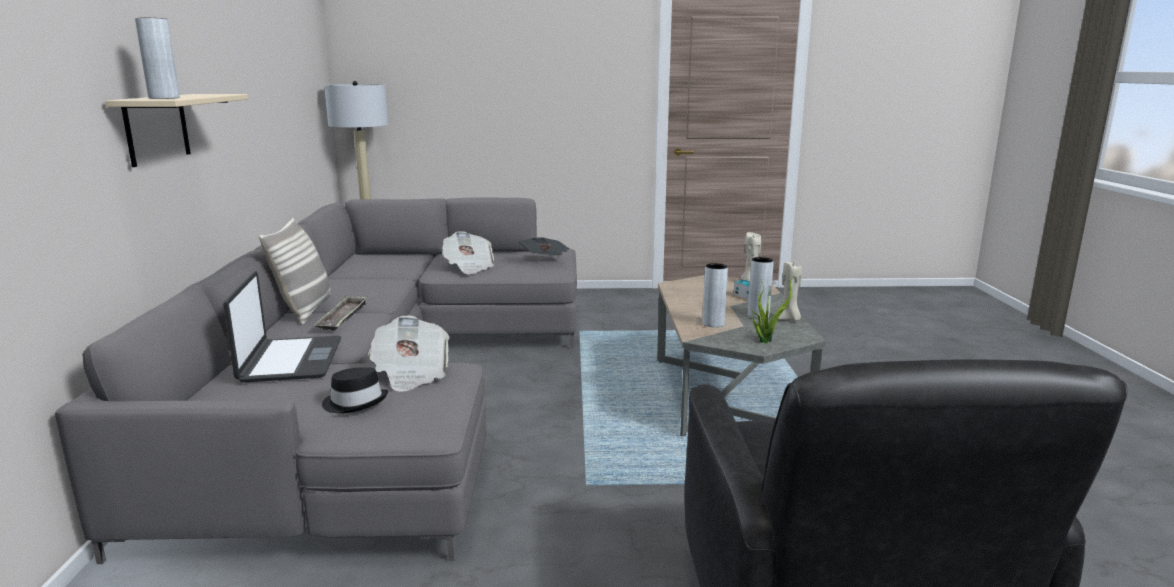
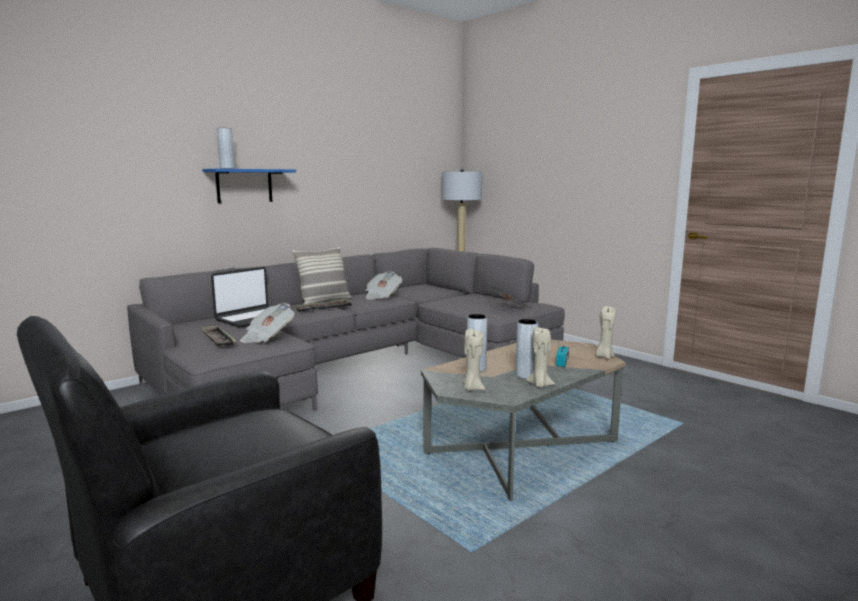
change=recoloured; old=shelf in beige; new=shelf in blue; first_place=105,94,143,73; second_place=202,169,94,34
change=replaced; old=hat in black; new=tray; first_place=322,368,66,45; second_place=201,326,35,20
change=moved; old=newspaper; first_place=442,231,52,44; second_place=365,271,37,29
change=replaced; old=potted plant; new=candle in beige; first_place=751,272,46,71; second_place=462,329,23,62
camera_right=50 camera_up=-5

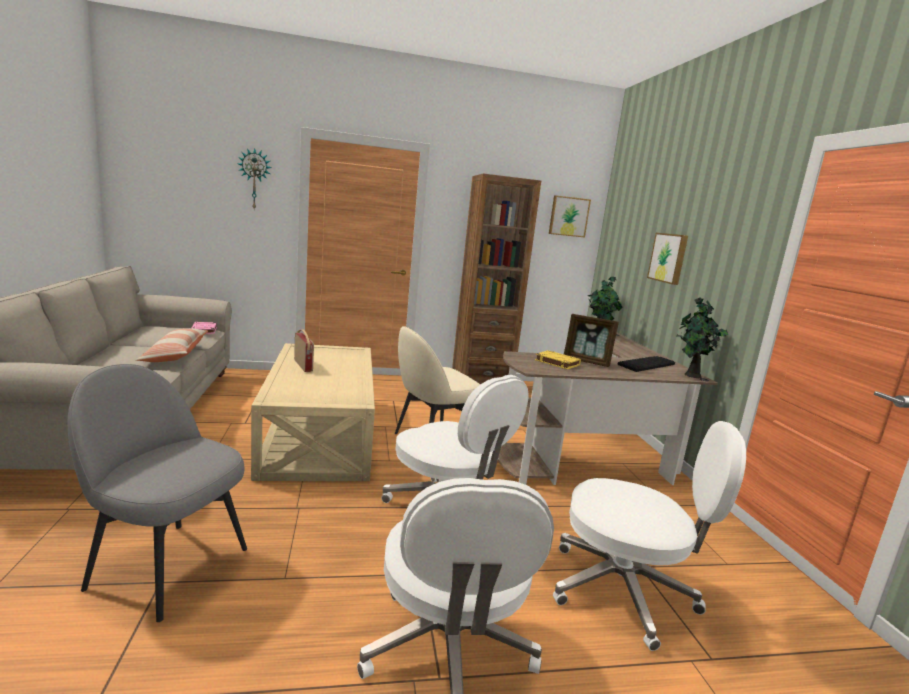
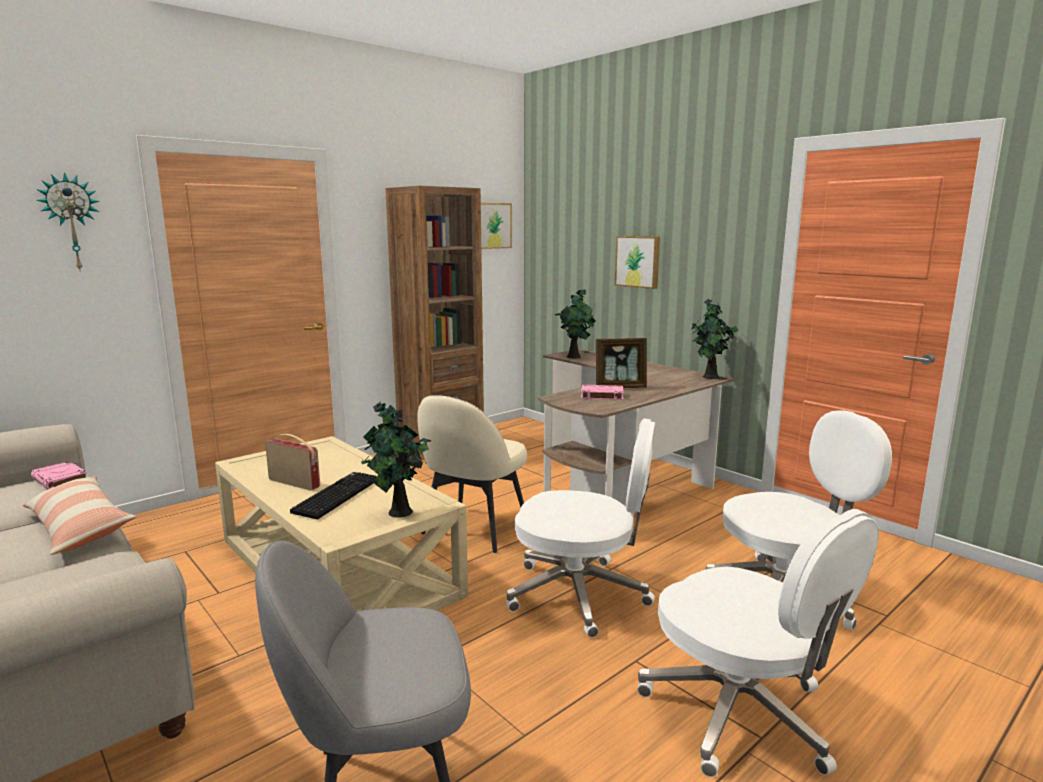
change=recoloured; old=book in yellow; new=book in pink; first_place=535,350,46,19; second_place=581,384,42,16
change=moved; old=keyboard; first_place=617,356,58,16; second_place=290,472,87,48
change=added; new=potted plant; second_place=361,401,70,117
camera_right=-30 camera_up=0

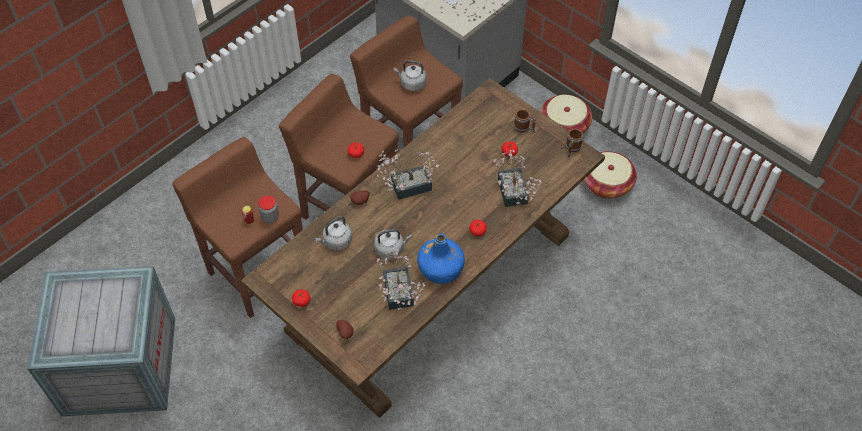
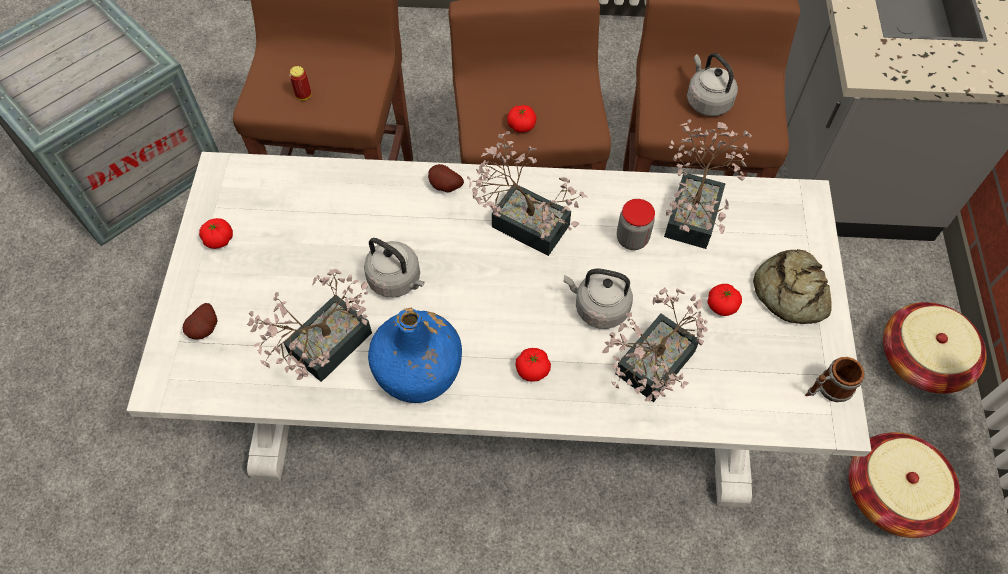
change=recoloured; old=dining table in brown; new=dining table in white; first_place=241,78,364,340; second_place=127,152,745,356
change=moved; old=jar; first_place=258,196,21,27; second_place=617,199,38,51
change=moved; old=kettle in grey; first_place=315,216,37,35; second_place=564,268,69,61
change=replaced; old=mug; new=bread; first_place=513,109,23,24; second_place=753,249,79,75
change=added; new=potted plant; second_place=664,119,88,130
camera_right=50 camera_up=5

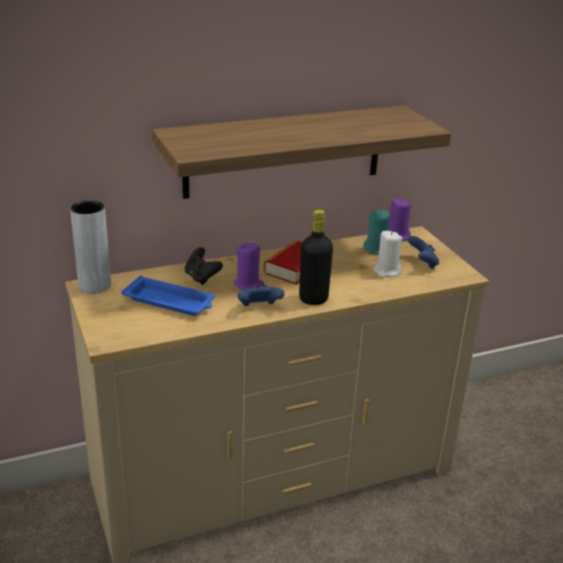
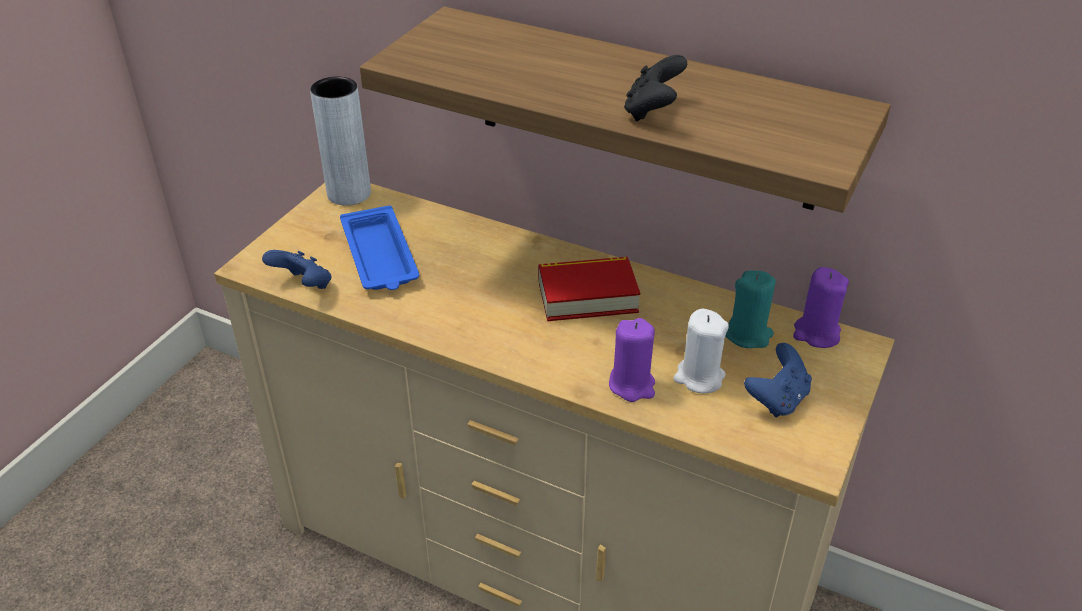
change=moved; old=game controller in black; first_place=185,247,38,38; second_place=624,55,63,67
change=moved; old=candle in purple; first_place=234,243,30,47; second_place=609,318,46,84
change=moved; old=game controller in blue; first_place=238,284,47,22; second_place=262,250,69,39
change=removed; old=bottle in black; first_place=299,210,34,95
camera_right=50 camera_up=10

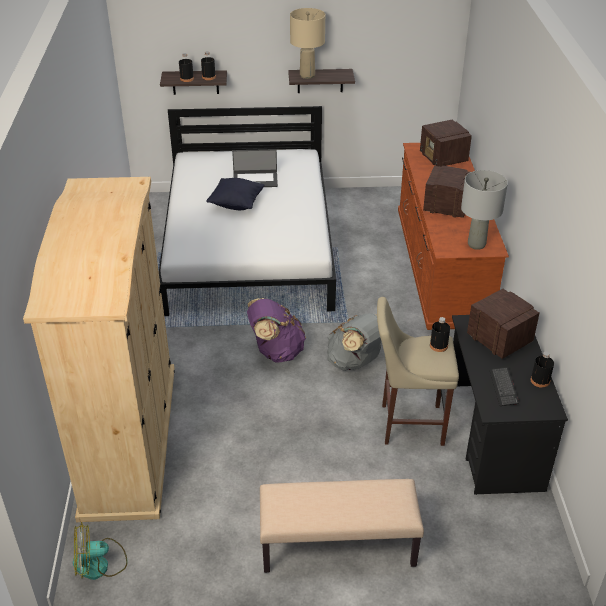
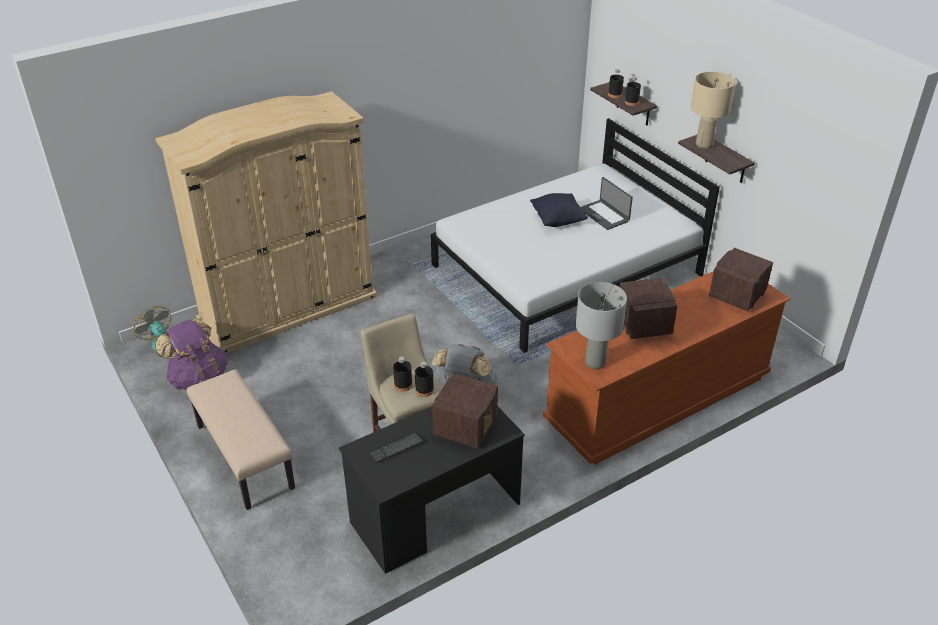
change=moved; old=backpack in purple; first_place=247,298,59,65; second_place=156,319,71,71
change=moved; old=bottle in black; first_place=531,352,23,36; second_place=393,356,20,36
camera_right=60 camera_up=0

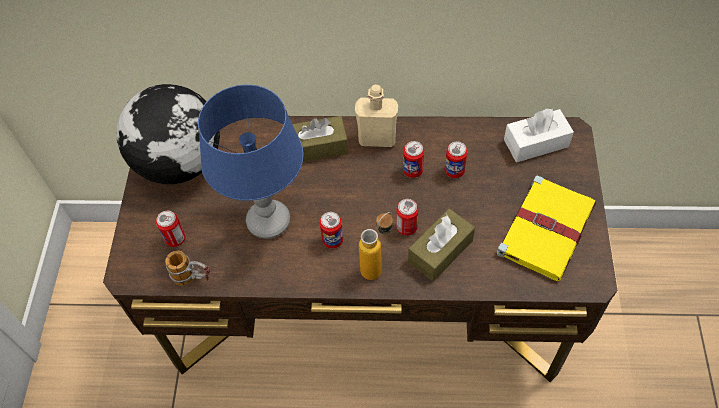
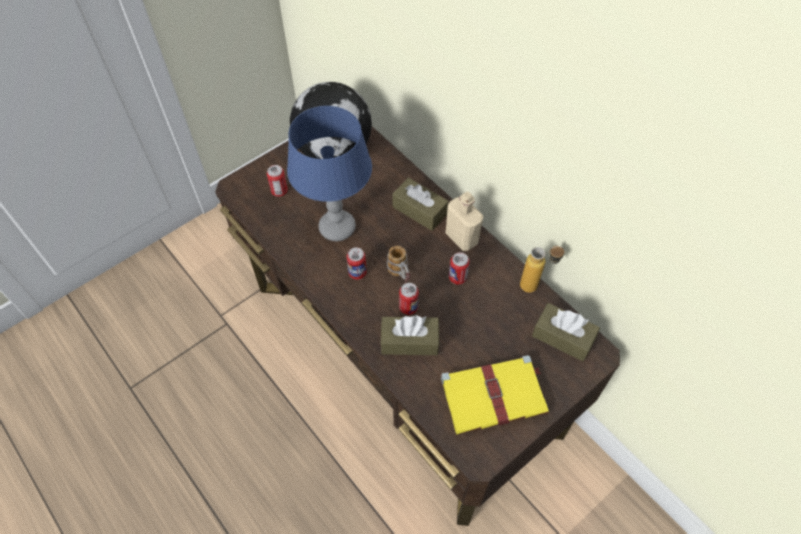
change=moved; old=mug; first_place=165,251,45,35; second_place=387,246,24,37
change=moved; old=bottle; first_place=359,212,34,68; second_place=520,246,46,47
change=removed; old=can; first_place=445,141,22,37
change=recoloured; old=tissue box in white; new=tissue box in brown; first_place=504,109,70,53; second_place=532,303,68,58
camera_right=45 camera_up=0

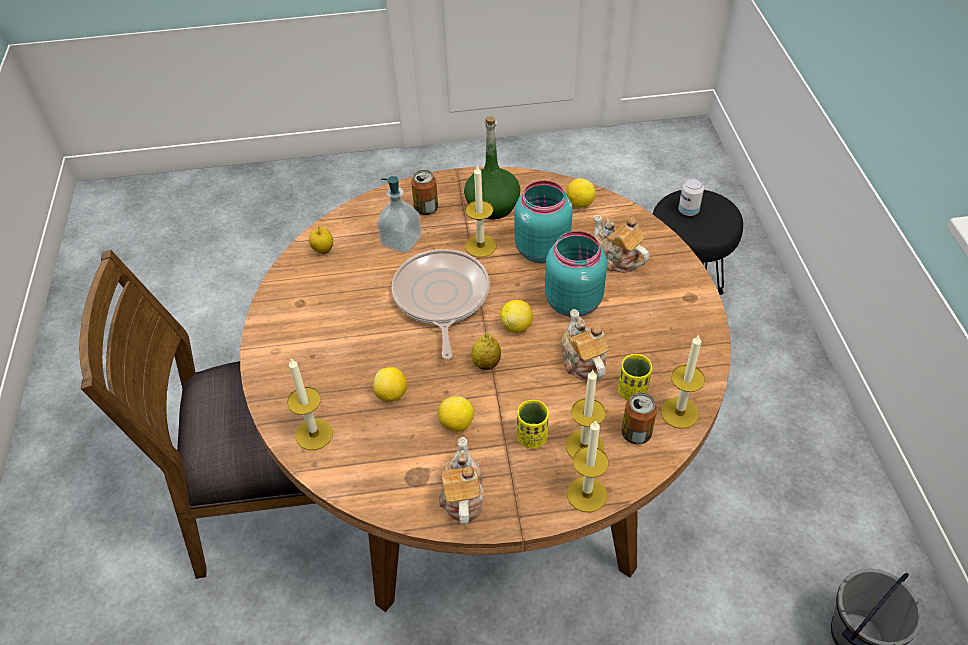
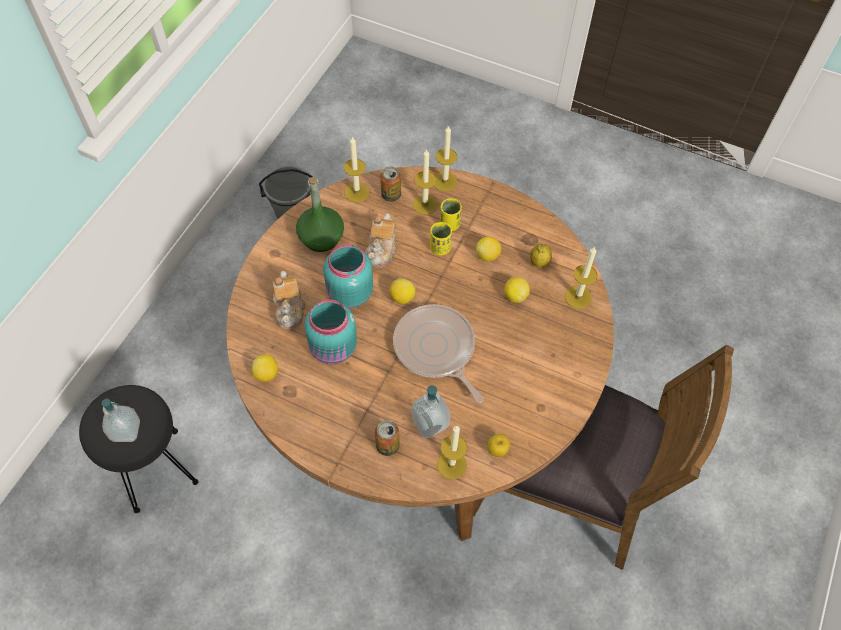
change=turned; old=frying pan; first_place=392,249,97,110; second_place=393,304,91,99; degrees=120
change=removed; old=teapot; first_place=439,437,44,88
change=moved; old=bottle in green; first_place=464,116,56,103; second_place=296,177,48,75
change=moved; old=candle; first_place=465,165,32,92; second_place=437,426,30,53
change=moved; old=lemon; first_place=472,333,29,37; second_place=530,244,22,23
change=moved; old=cup in yellow; first_place=618,354,34,46; second_place=430,222,22,33
change=replaced; old=can; new=soap dispenser; first_place=678,178,26,38; second_place=101,399,39,43
camera_right=-150 camera_up=10

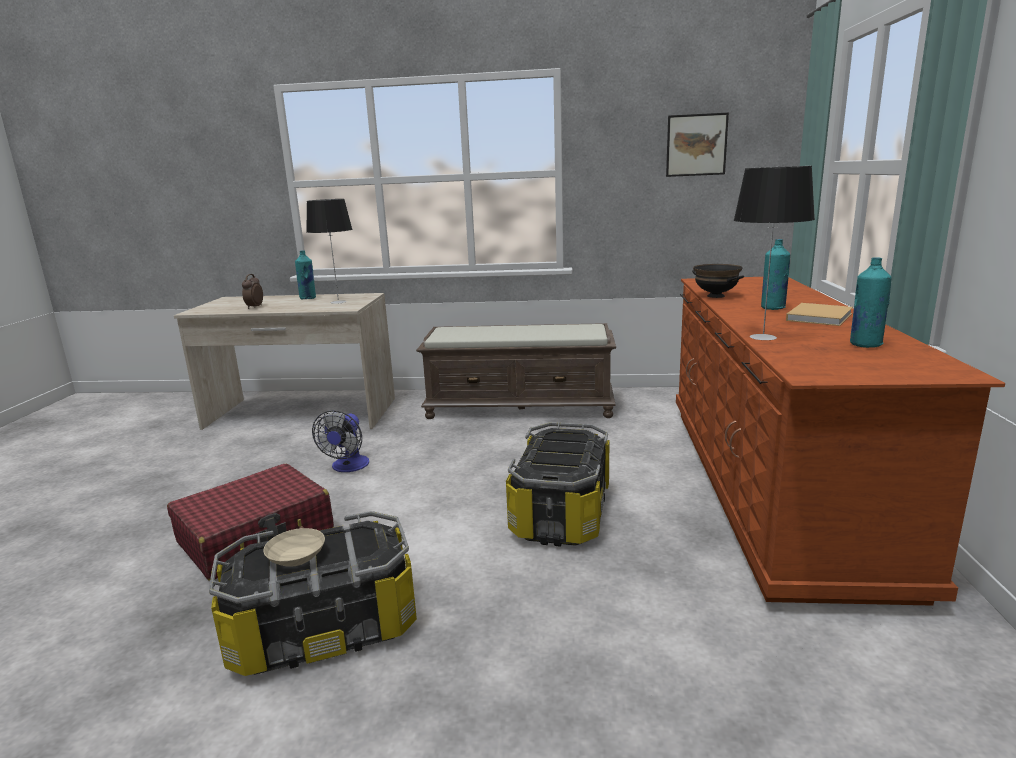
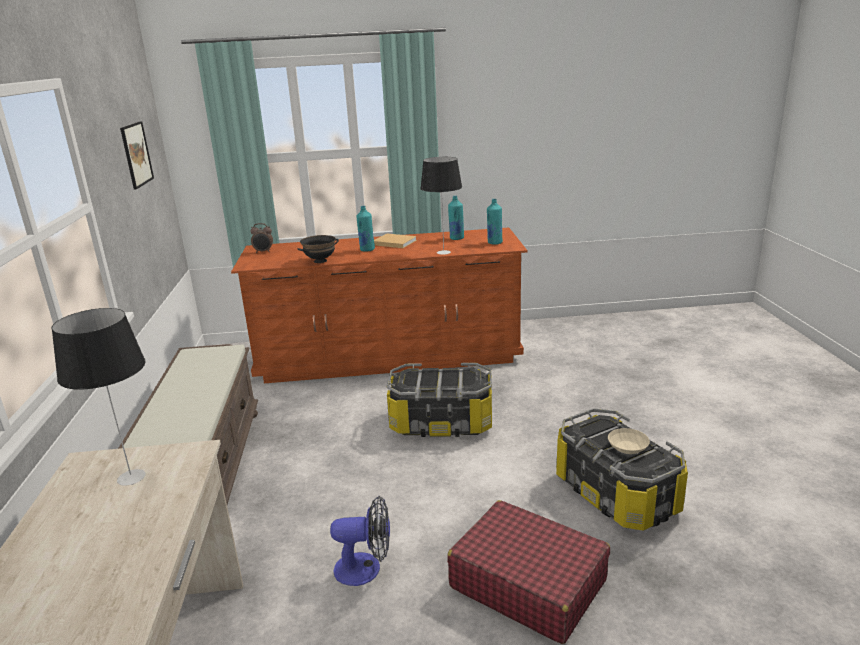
change=moved; old=alarm clock; first_place=242,274,21,35; second_place=250,223,23,30
change=moved; old=bottle in turquoise; first_place=295,250,21,49; second_place=487,199,16,46
camera_right=-100 camera_up=5

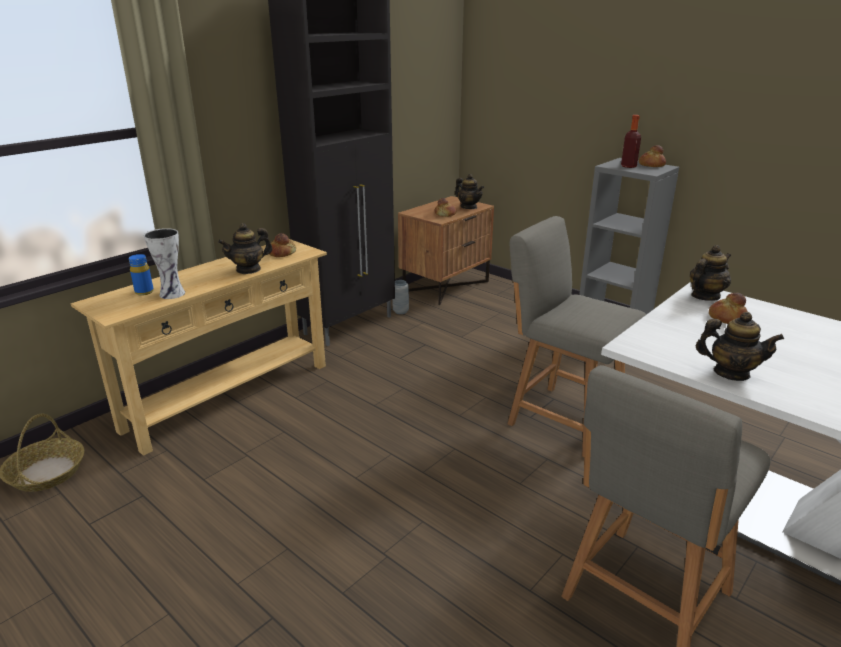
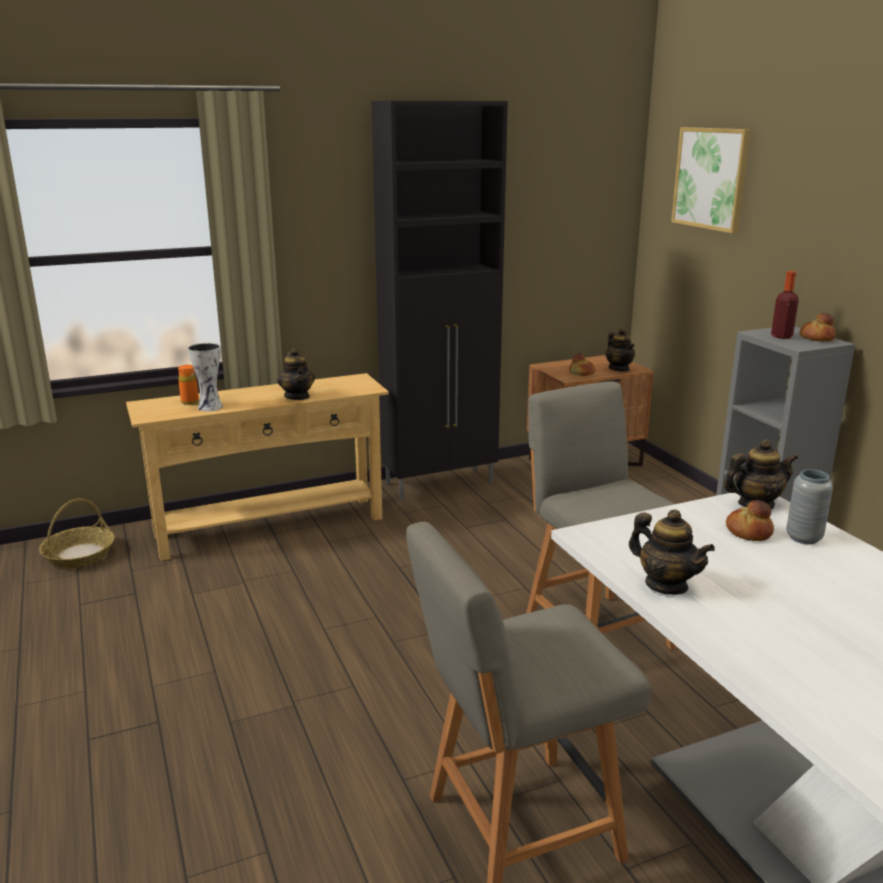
change=recoloured; old=bottle in blue; new=bottle in orange; first_place=129,254,25,42; second_place=178,365,21,40
change=turned; old=teapot; first_place=218,223,55,51; second_place=277,348,38,52; degrees=-105
change=removed; old=bread; first_place=270,233,26,24
change=moved; old=vase in grey; first_place=392,280,17,34; second_place=786,469,47,75
change=added; new=picture; second_place=671,127,80,106
camera_right=25 camera_up=-5

